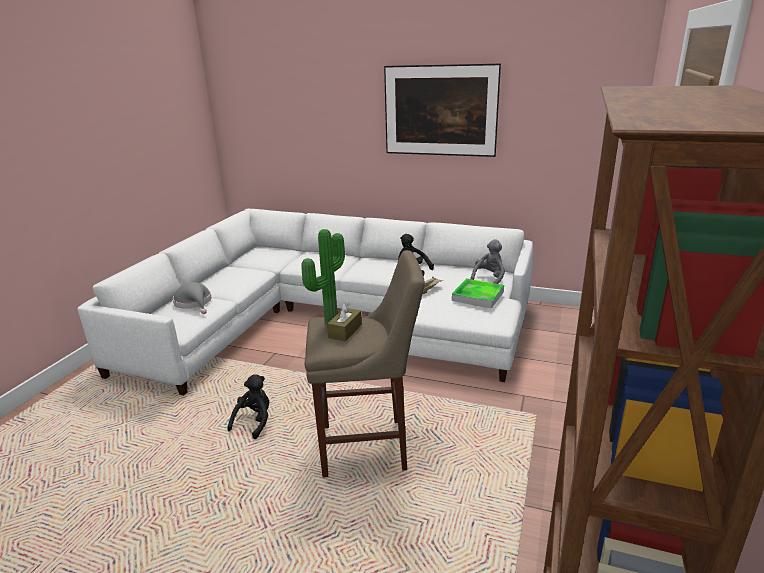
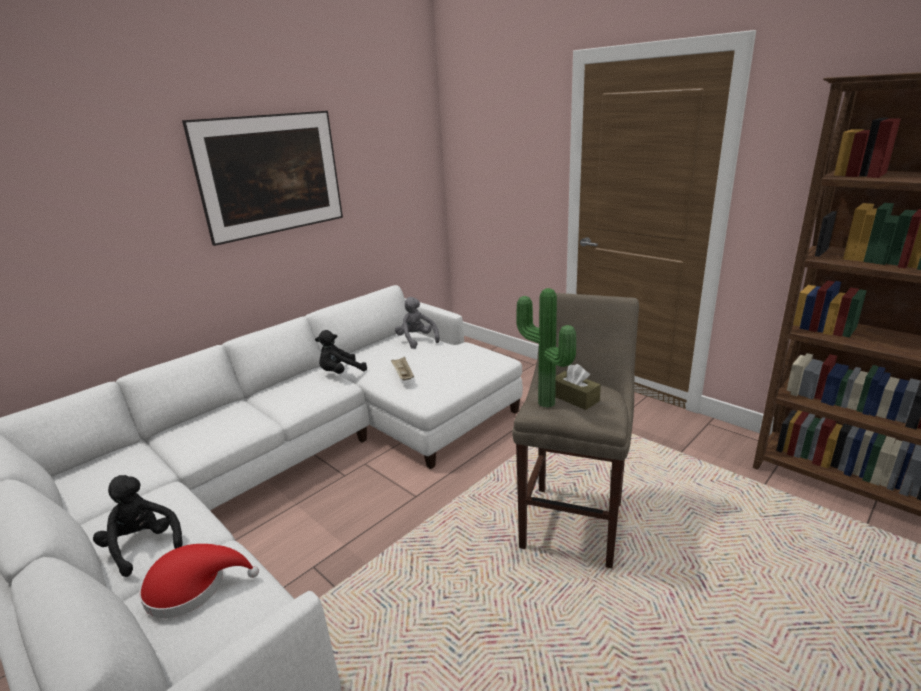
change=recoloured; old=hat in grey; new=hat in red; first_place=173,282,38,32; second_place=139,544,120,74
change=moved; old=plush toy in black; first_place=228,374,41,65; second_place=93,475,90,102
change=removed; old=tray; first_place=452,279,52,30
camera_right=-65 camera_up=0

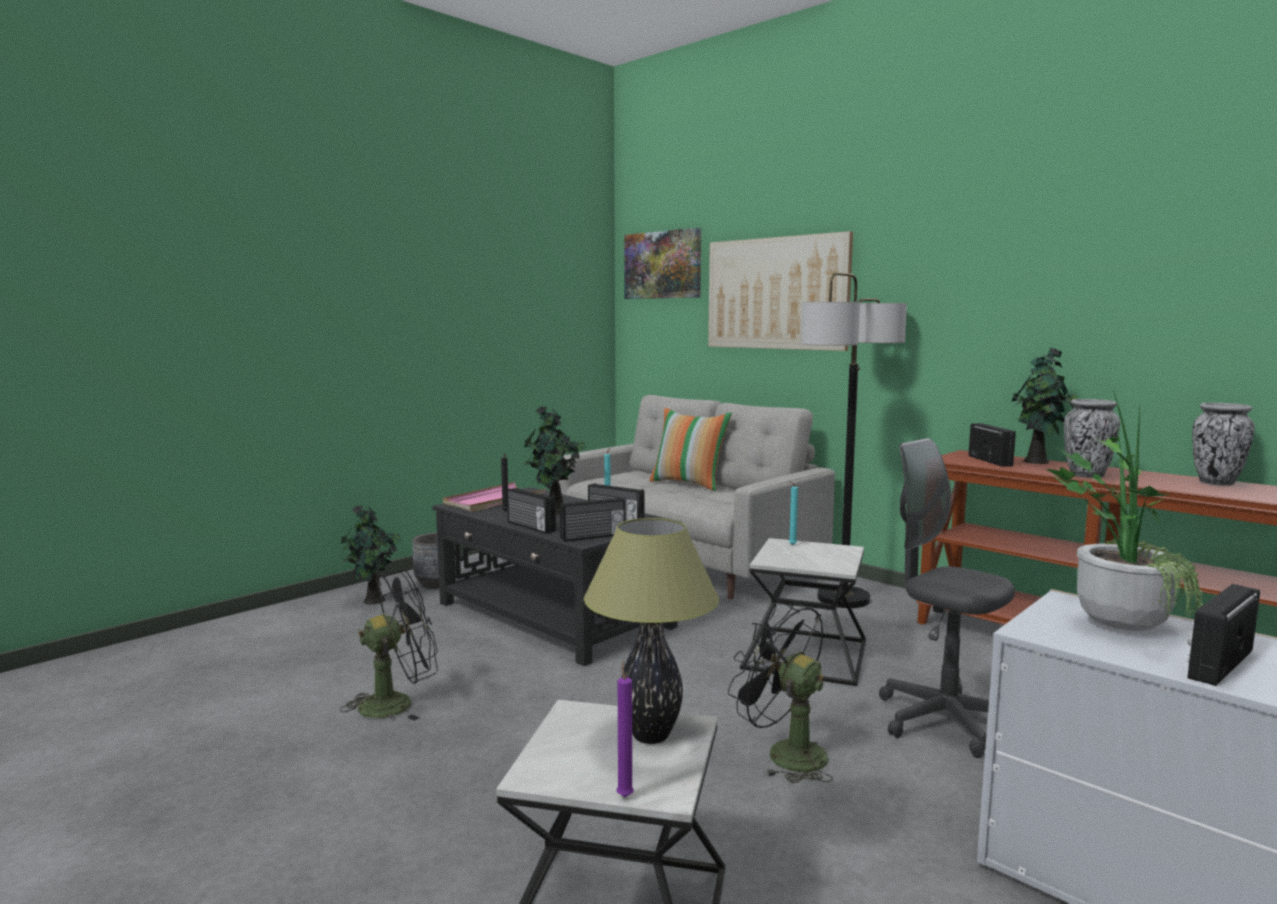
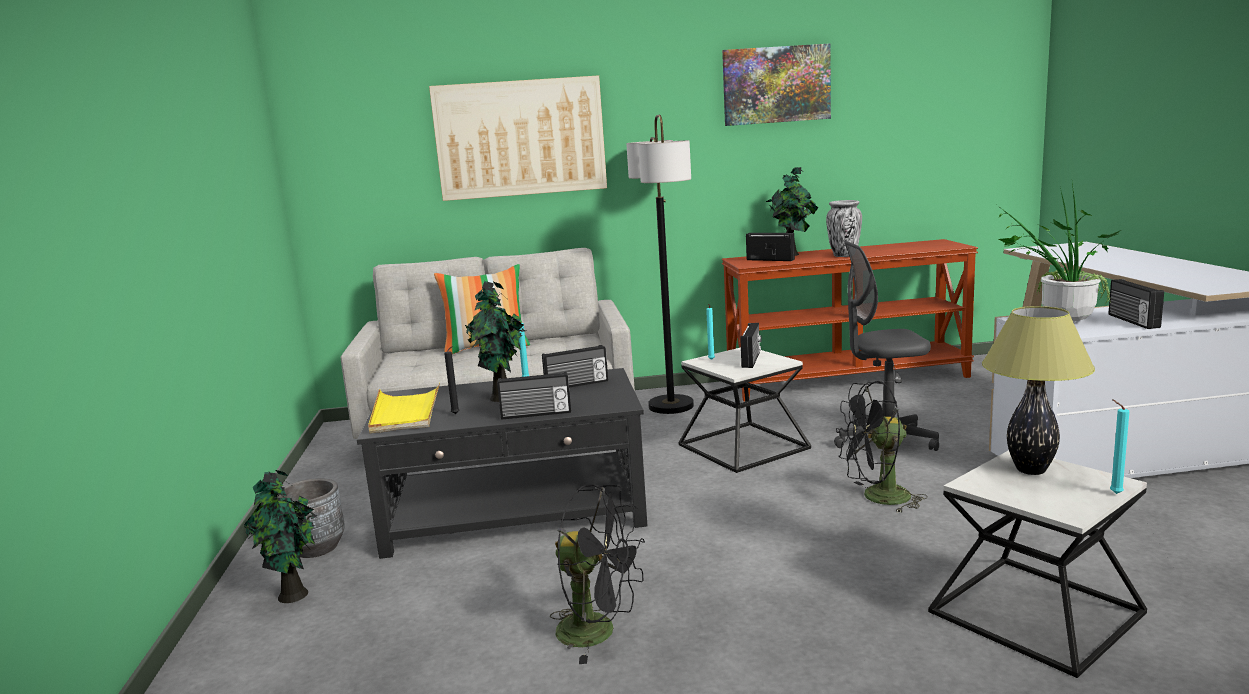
change=turned; old=fan in black; first_place=340,570,98,151; second_place=550,484,95,180; degrees=105
change=recoloured; old=tray in pink; new=tray in yellow; first_place=443,482,103,30; second_place=368,383,72,51
change=moved; old=radio; first_place=560,497,65,45; second_place=740,323,21,45
change=recoloured; old=candle in purple; new=candle in turquoise; first_place=616,661,18,136; second_place=1110,399,20,95
change=moved; old=picture; first_place=624,228,77,71; second_place=722,43,109,83
change=removed; old=vase; first_place=1192,403,63,83
camera_right=-50 camera_up=5

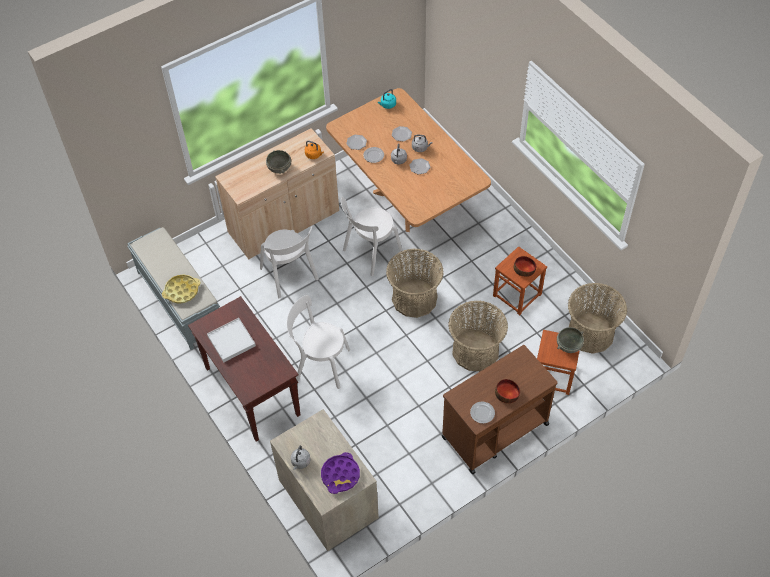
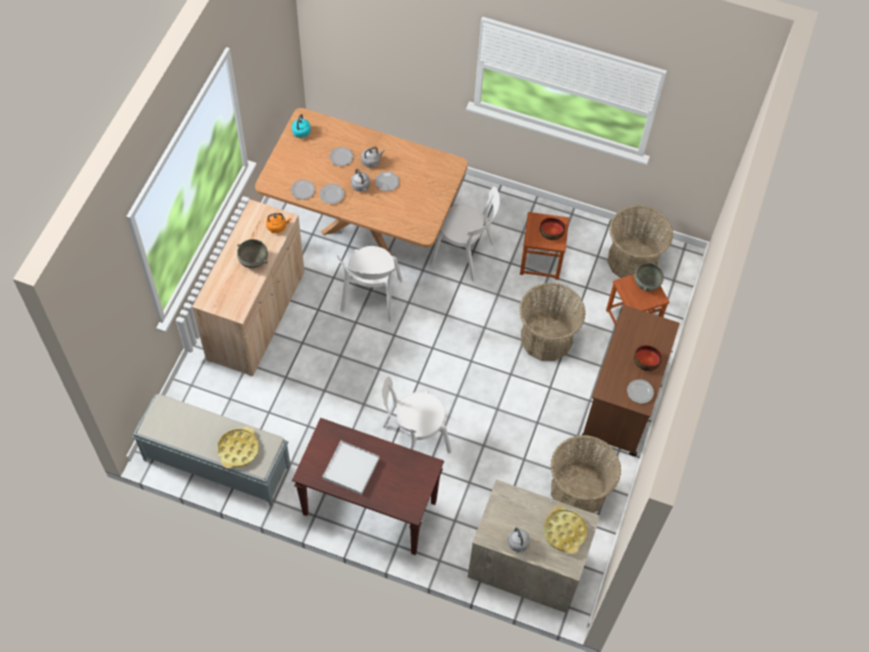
change=moved; old=chair in white; first_place=260,226,59,72; second_place=430,187,70,95
change=recoloured; old=tray in purple; new=tray in yellow; first_place=321,452,39,42; second_place=543,505,44,49
change=moved; old=basket; first_place=386,249,58,69; second_place=550,435,71,78
camera_right=-40 camera_up=5

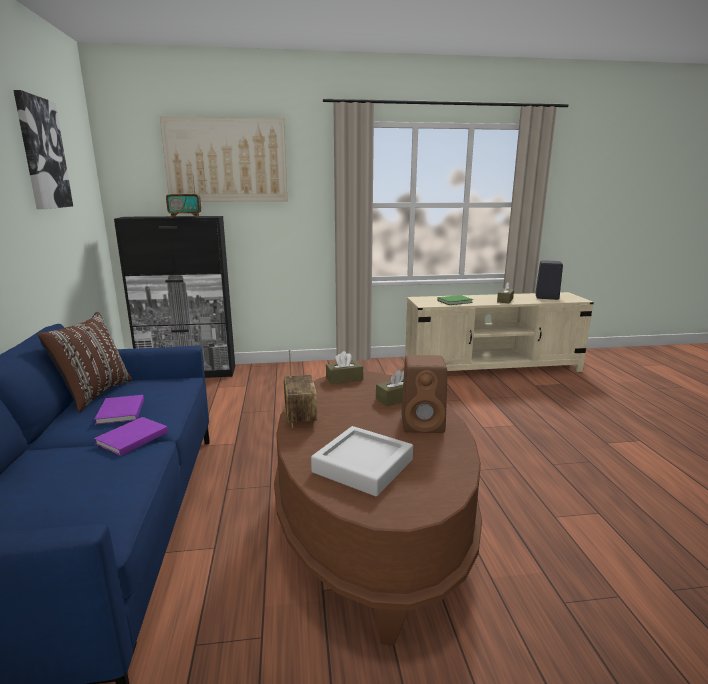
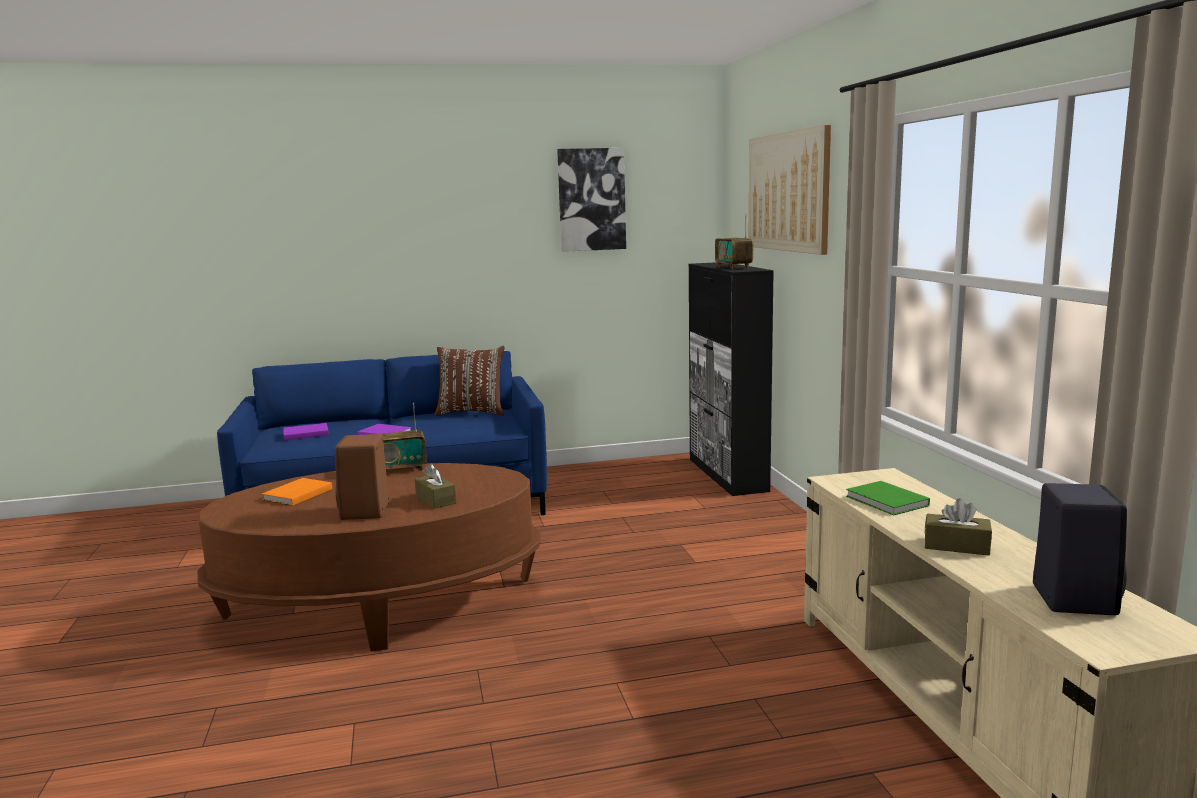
change=moved; old=book in purple; first_place=94,395,50,30; second_place=283,423,46,17
change=replaced; old=tray in grey; new=book in orange; first_place=311,426,102,71; second_place=262,478,70,28
change=removed; old=tissue box in brown; first_place=326,351,37,33
camera_right=85 camera_up=-5

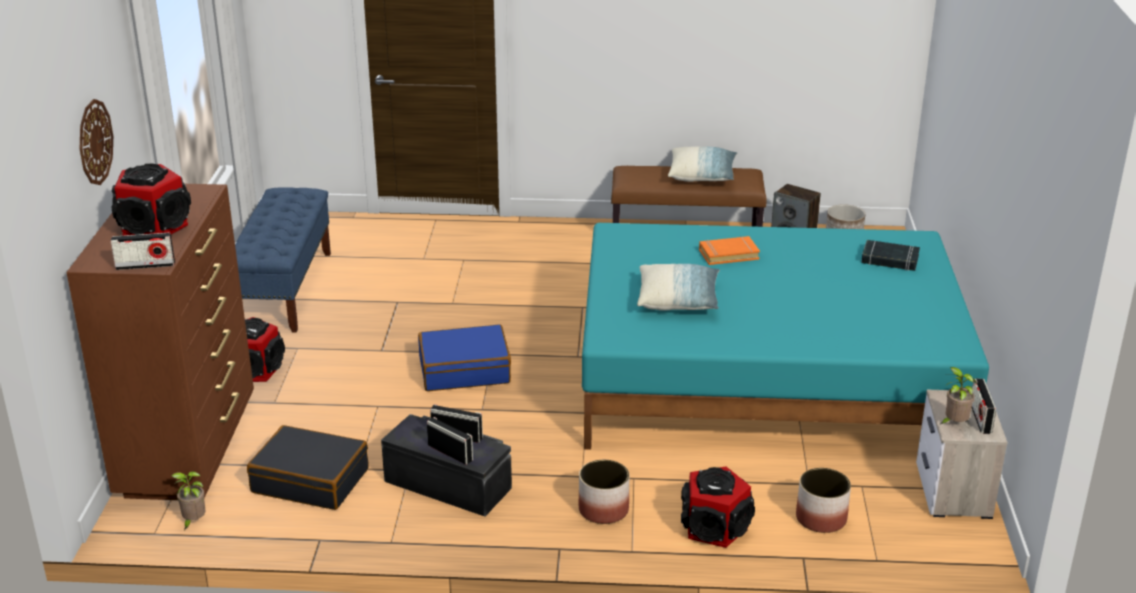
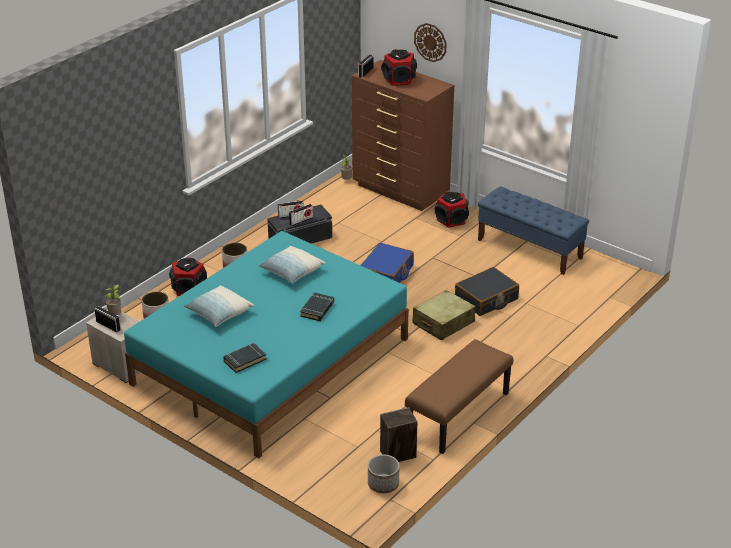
change=moved; old=suitcase in black; first_place=247,425,121,85; second_place=455,267,64,49
change=moved; old=pillow; first_place=668,147,70,35; second_place=184,286,71,41
change=recoloured; old=book in orange; new=book in black; first_place=699,236,61,29; second_place=300,292,34,29
change=added; new=suitcase in beige; second_place=412,290,64,50
camera_right=125 camera_up=5

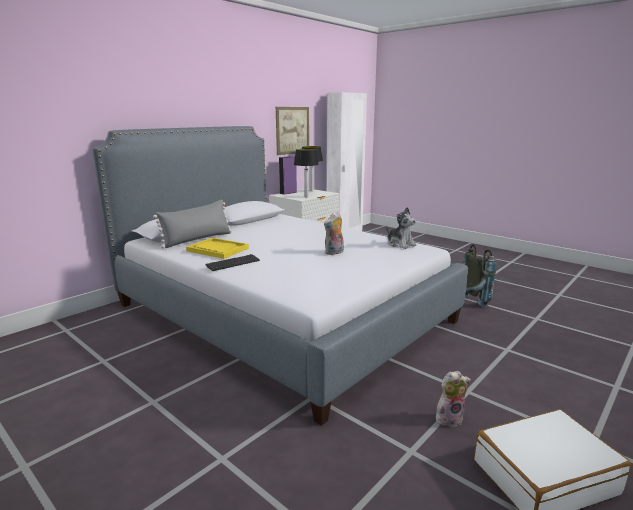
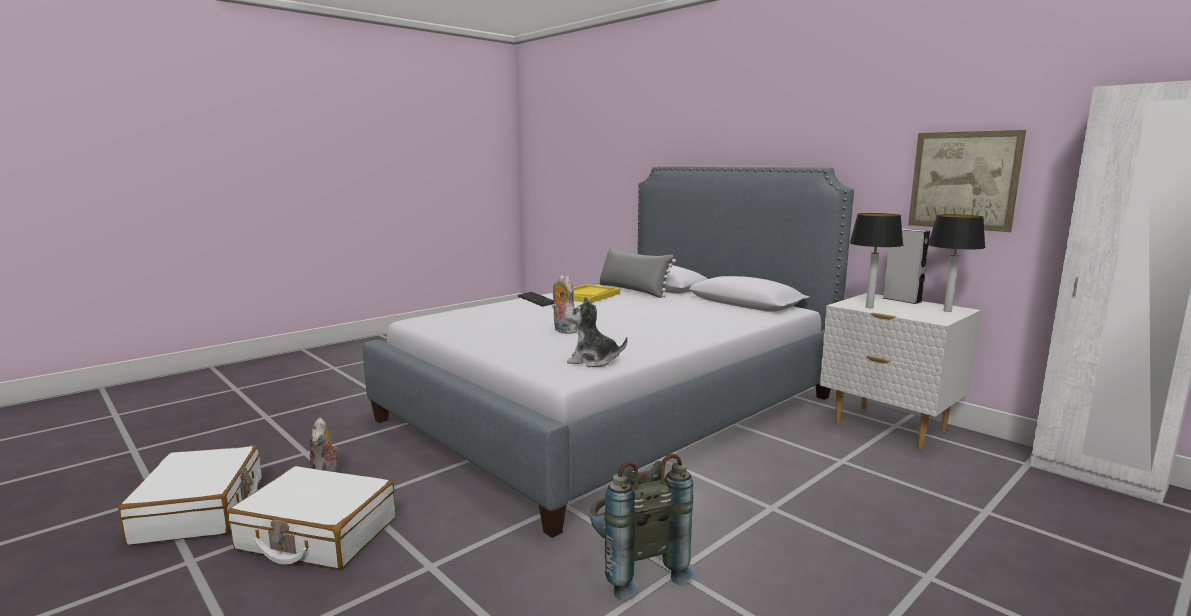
change=recoloured; old=speaker in purple; new=speaker in grey; first_place=279,156,18,39; second_place=883,229,47,75
change=turned; old=plush toy; first_place=386,207,30,42; second_place=565,296,63,71; degrees=45
change=added; new=suitcase in white; second_place=227,466,169,104
camera_right=95 camera_up=-5

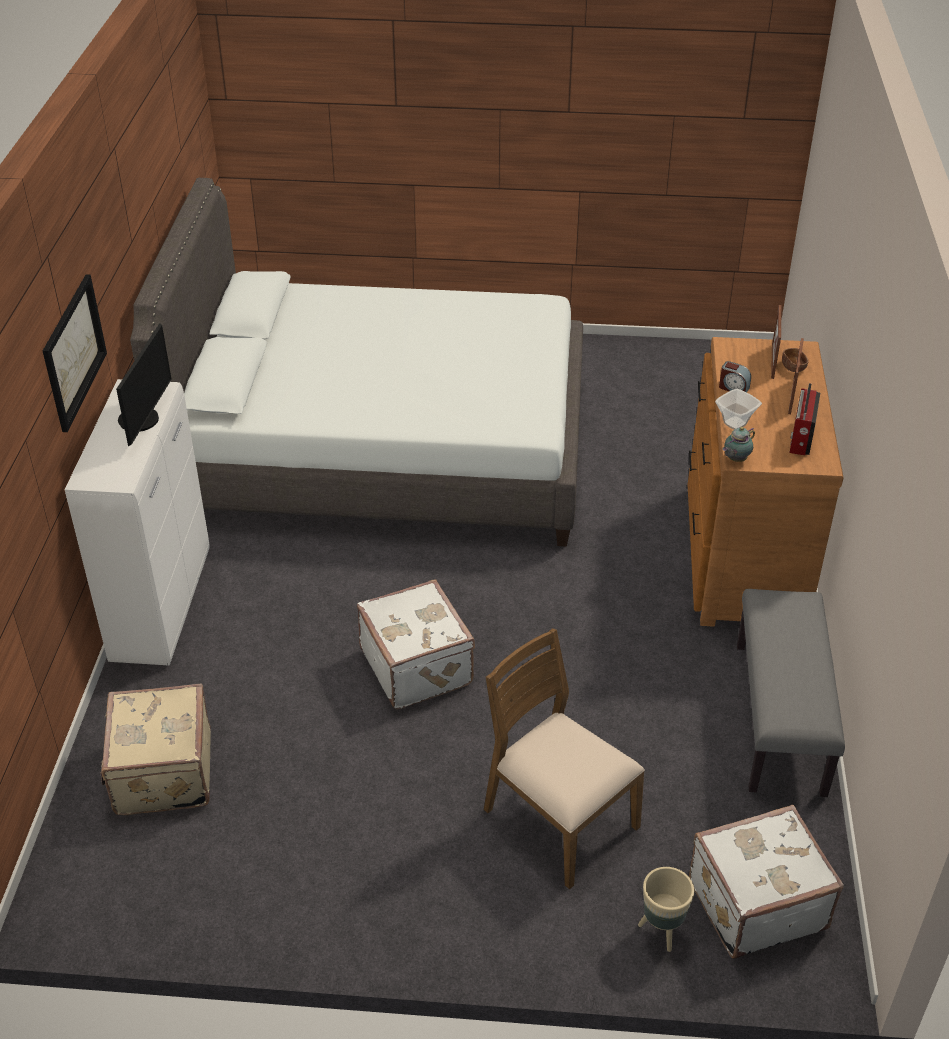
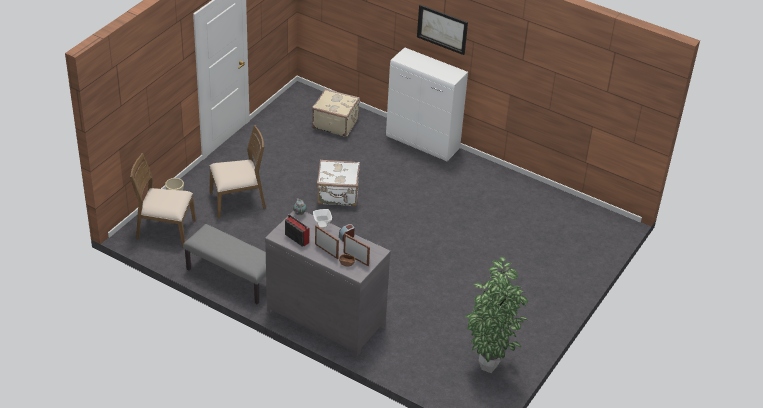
change=removed; old=monitor; first_place=116,323,56,123
change=removed; old=bed in white; first_place=130,178,453,369
change=recoloured; old=dresser in brown; new=dresser in grey; first_place=688,337,156,290; second_place=265,211,126,145
change=replaced; old=suitcase in white; new=chair in brown; first_place=689,805,155,153; second_place=130,153,66,95
change=added; new=potted plant; second_place=465,257,64,116
camera_right=115 camera_up=0

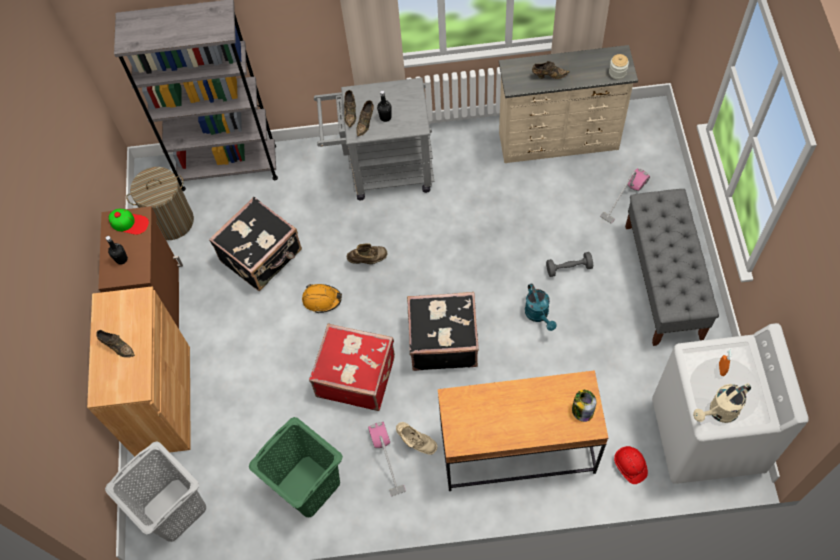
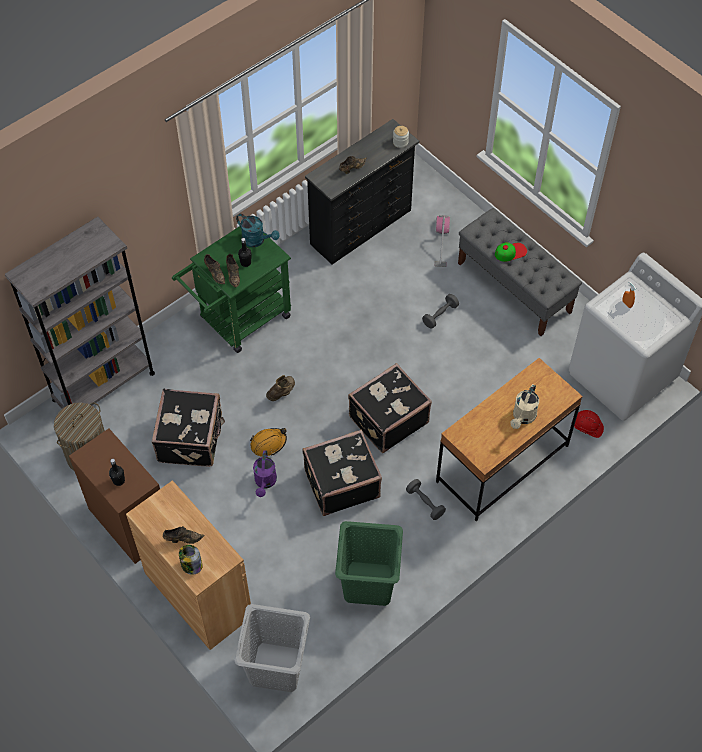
change=moved; old=cap; first_place=109,209,40,26; second_place=495,242,32,20
change=recoloured; old=suitcase in red; new=suitcase in black; first_place=309,323,86,88; second_place=302,430,80,86
change=recoloured; old=cart in grey; new=cart in green; first_place=314,78,120,122; second_place=172,226,119,127
change=removed; old=vacuum cleaner; first_place=368,422,38,74
change=replaced; old=boot in beige; new=dumbbell in grey; first_place=396,422,42,33; second_place=406,479,40,41
change=recoloured; old=dresser in beige; new=dresser in black; first_place=499,45,139,118; second_place=305,119,114,146
change=moved; old=watering can in turquoise; first_place=525,283,32,48; second_place=236,214,44,33
change=moved; old=jar; first_place=572,390,24,32; second_place=179,545,24,30
change=moved; old=watering can in beige; first_place=693,383,58,40; second_place=510,384,29,45
change=added; new=watering can in purple; second_place=253,451,24,46
camera_right=-40 camera_up=-5

